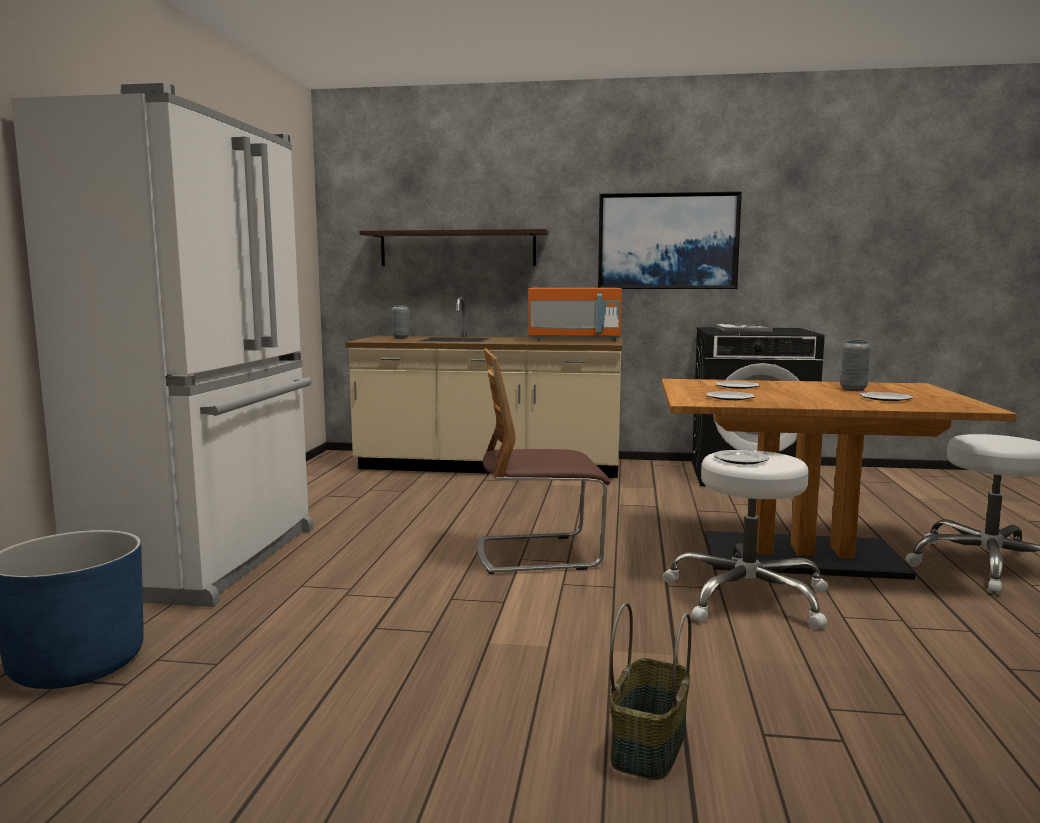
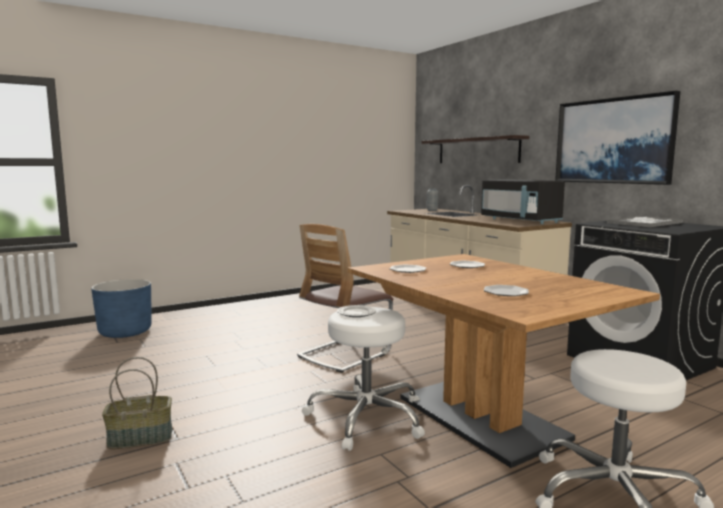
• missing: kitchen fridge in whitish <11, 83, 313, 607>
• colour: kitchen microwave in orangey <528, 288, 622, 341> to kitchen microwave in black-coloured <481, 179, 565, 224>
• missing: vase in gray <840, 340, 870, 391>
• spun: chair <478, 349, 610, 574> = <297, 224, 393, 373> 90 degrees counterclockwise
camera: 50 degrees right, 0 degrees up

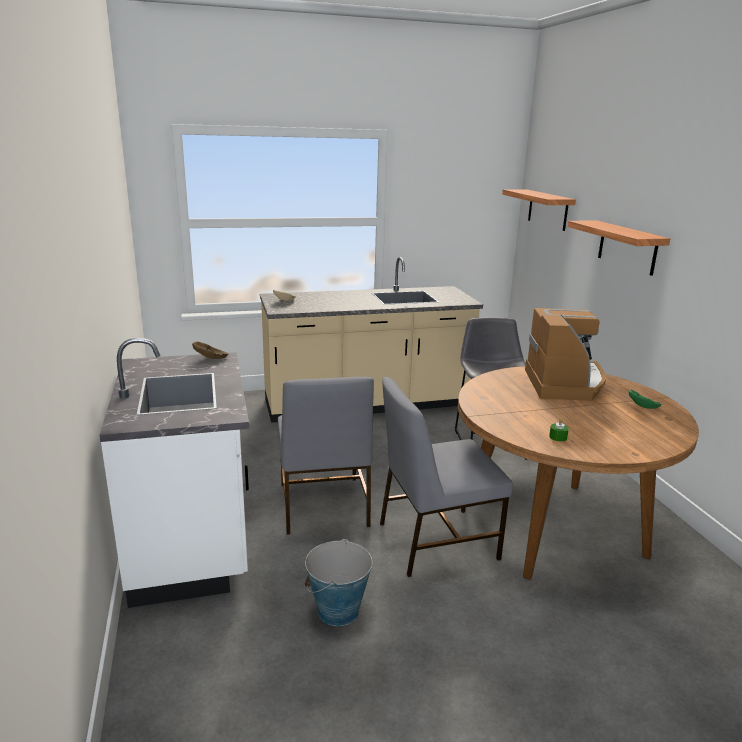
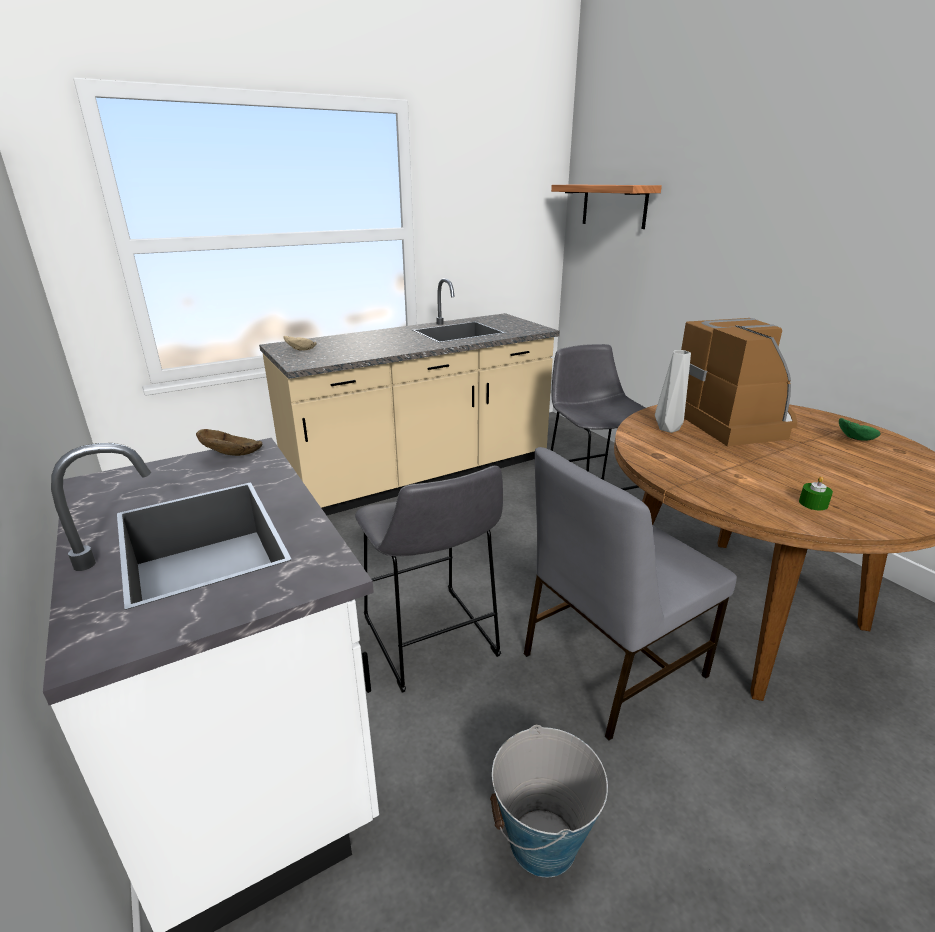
• missing: bracket shelf <568, 220, 670, 276>
• exchanged: chair in gray <278, 377, 374, 534> to stool in gray <355, 466, 503, 693>
• appeared: vase in gray <655, 350, 691, 433>
camera: 15 degrees left, 5 degrees up

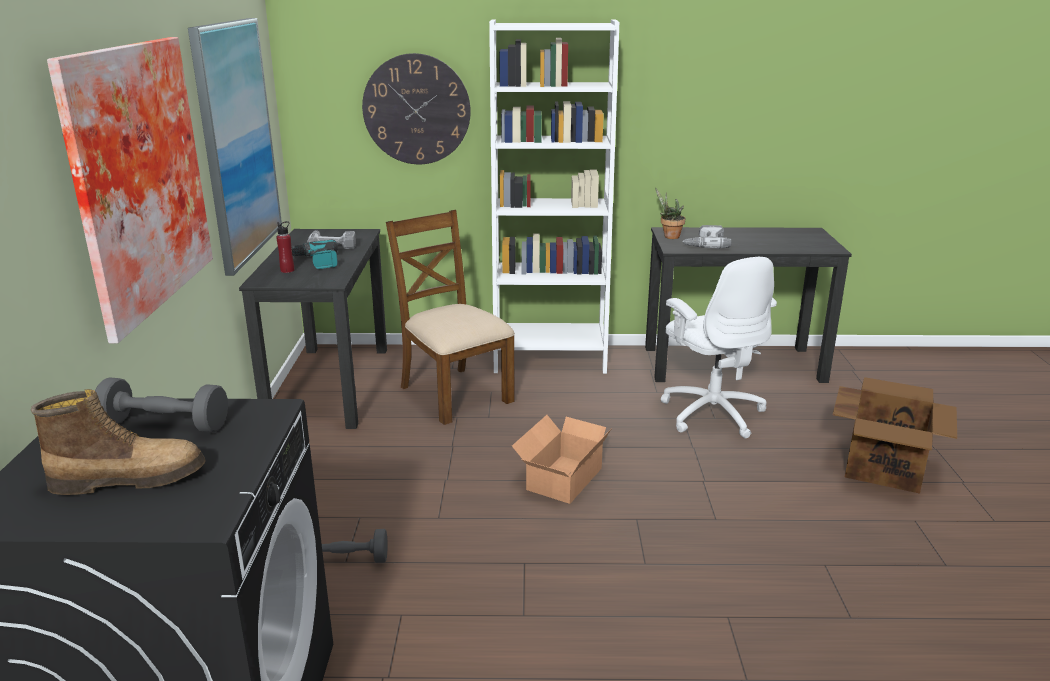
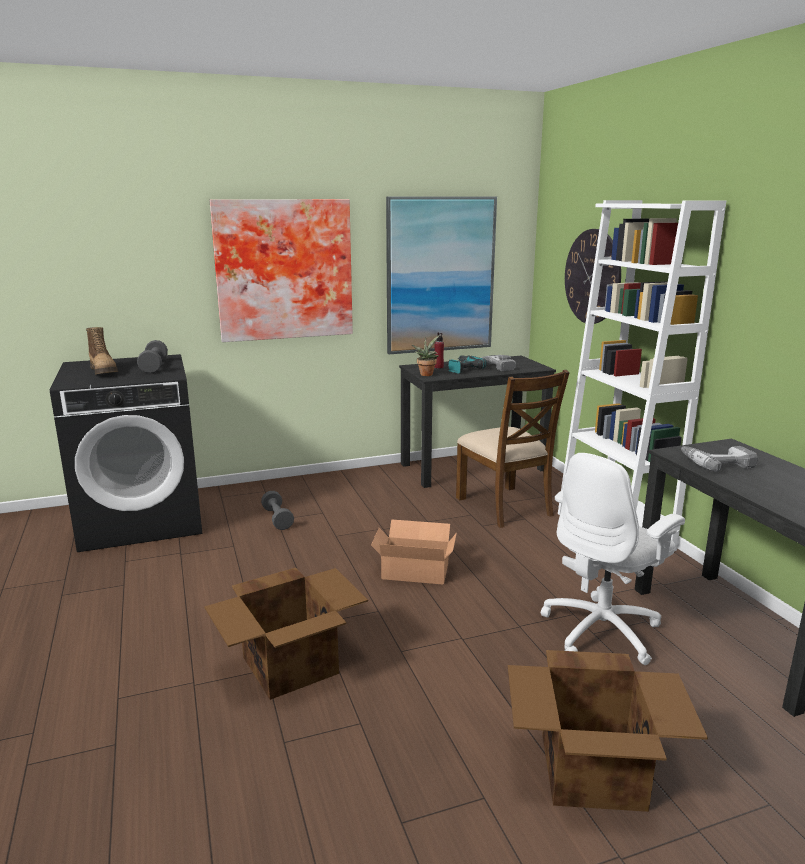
• relocated: plant in a pot <655, 188, 685, 239> to <412, 335, 440, 376>
• spun: chair in brown <386, 210, 515, 425> = <456, 370, 570, 528> 120 degrees clockwise
• appeared: packing box <204, 568, 368, 700>
camera: 70 degrees right, 5 degrees down

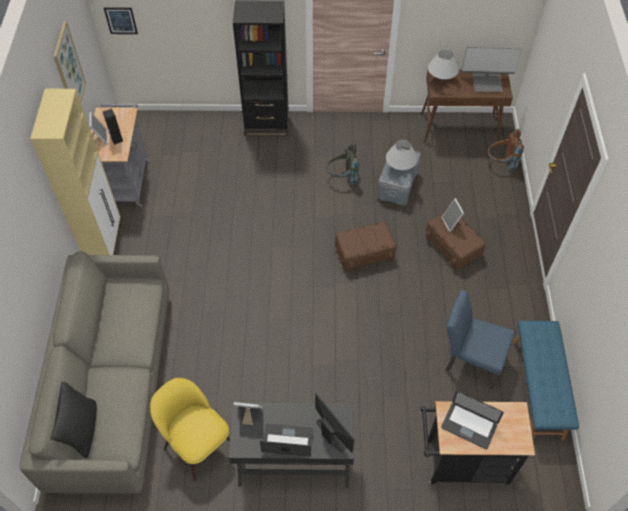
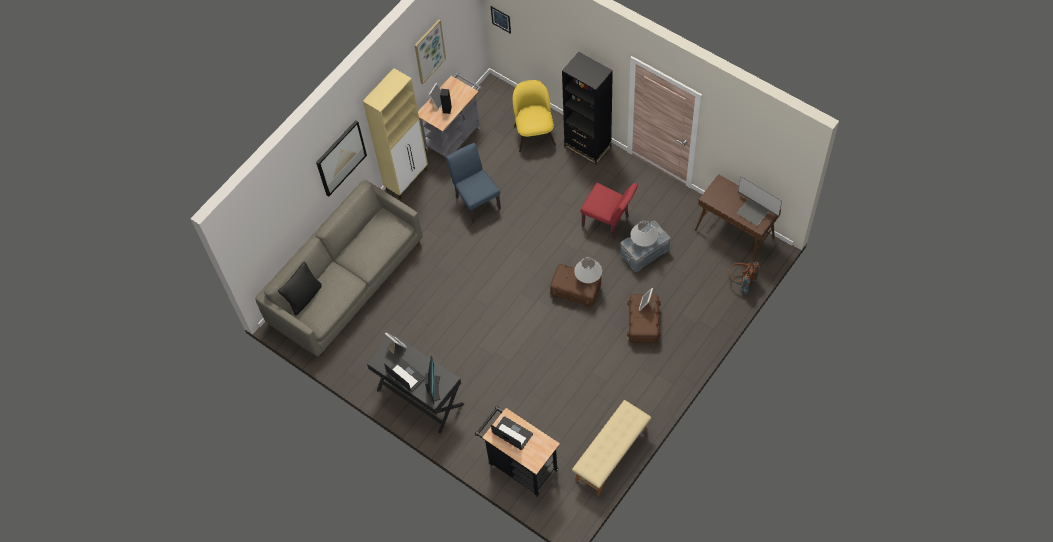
• relocated: lamp for a table in whitish <428, 49, 459, 80> to <574, 257, 602, 283>
• exchanged: knapsack in gray <326, 142, 360, 185> to chair in reddish <581, 183, 638, 240>
• relocated: chair in blue <445, 290, 515, 389> to <446, 143, 501, 223>
• colour: bench in blue <513, 321, 579, 441> to bench in sand-coloured <572, 400, 651, 496>
• relocated: chair in yellow-coloured <150, 378, 230, 482> to <513, 80, 556, 152>
• spun: portable computer <441, 391, 504, 449> = <491, 416, 533, 450> 150 degrees clockwise
• appeared: wall picture <316, 120, 367, 197>
camera: 40 degrees right, 5 degrees up

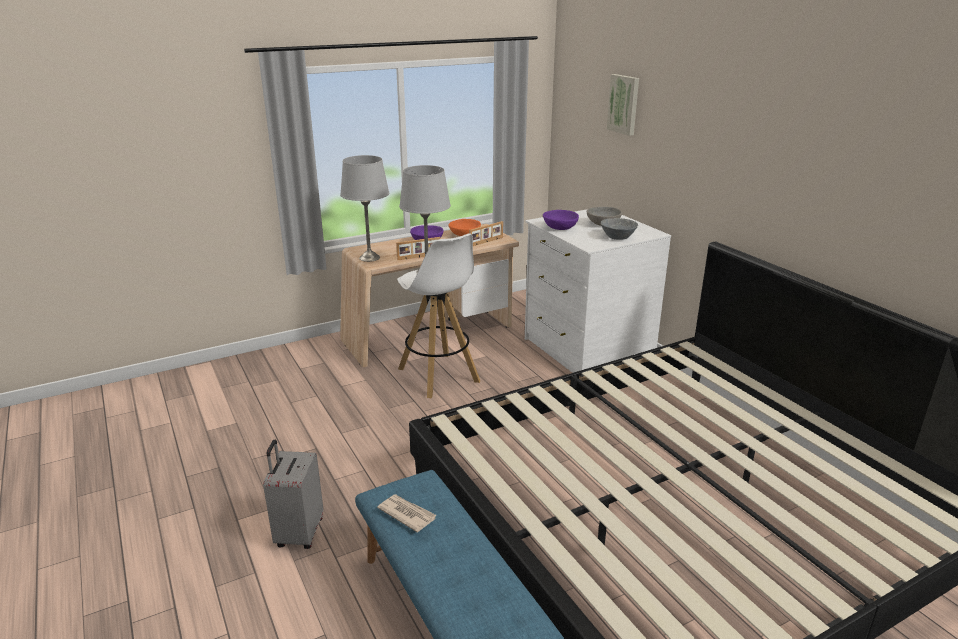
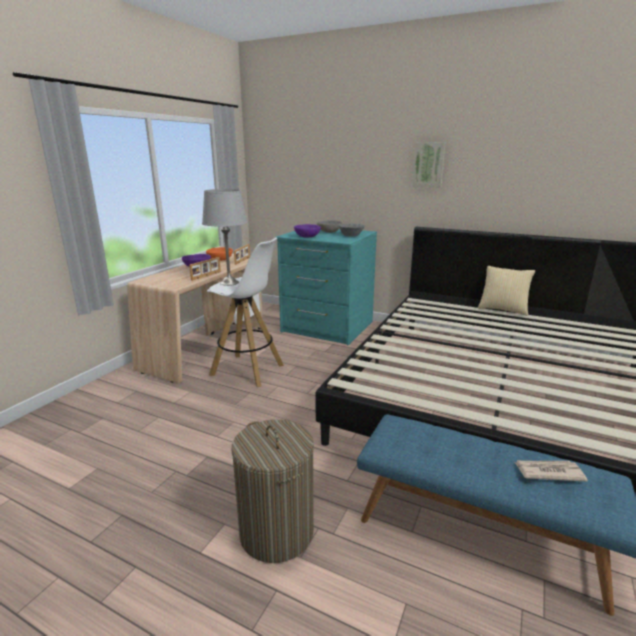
• relocated: wall picture <607, 74, 639, 136> to <412, 142, 446, 188>
• missing: lamp for a table in gray <340, 155, 389, 262>
• colour: dresser in whitish <525, 209, 671, 373> to dresser in blue-green <276, 229, 377, 345>
• exchanged: suitcase in gray <263, 440, 323, 549> to washing basket <232, 419, 314, 563>
• relocated: newspaper <377, 494, 437, 533> to <515, 460, 588, 482>
• appeared: throw pillow <478, 266, 535, 316>
camera: 35 degrees left, 5 degrees down

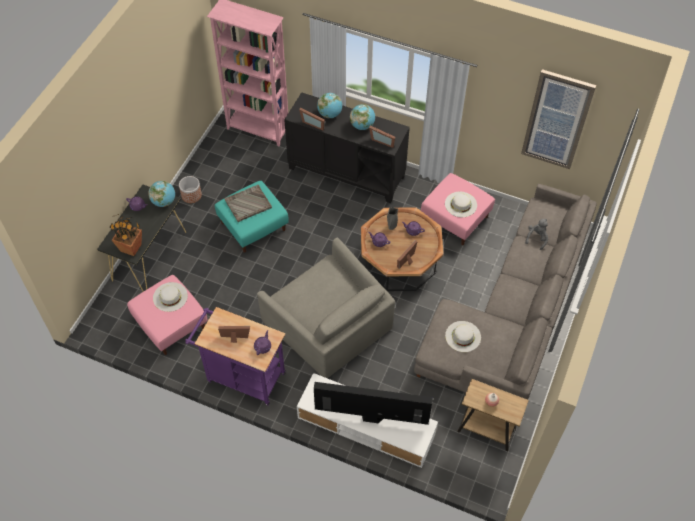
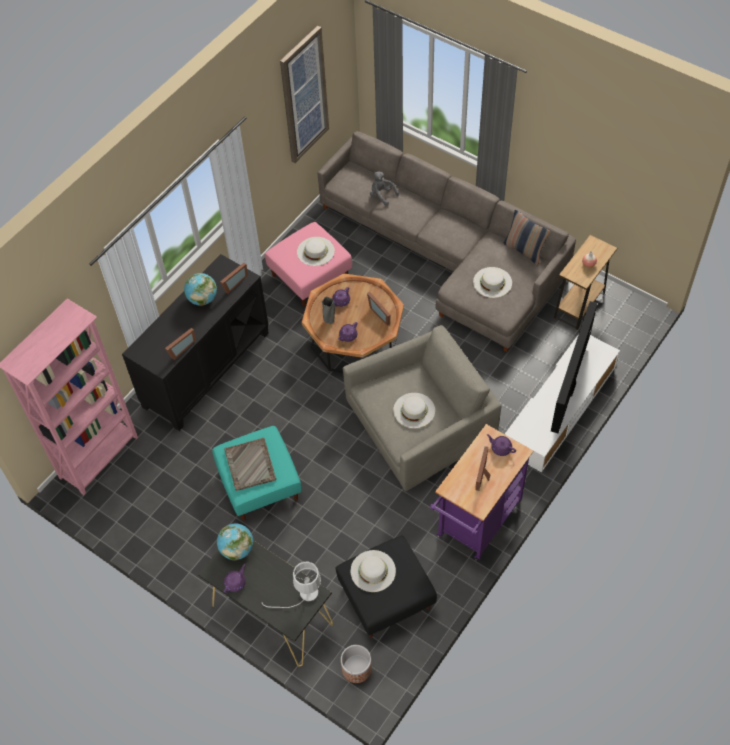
• missing: world globe <317, 93, 342, 118>
• relocated: planter <179, 176, 202, 203> to <341, 645, 372, 683>
• exchanged: plant in a pot <110, 214, 142, 256> to lamp for a table in whitish <262, 562, 321, 608>
• colour: pouffe in pinkish <127, 275, 207, 355> to pouffe in black-coloured <336, 536, 437, 638>
• appeared: throw pillow <504, 210, 550, 265>
• appeared: clothing hat in whitish <393, 393, 435, 428>
camera: 75 degrees left, 0 degrees up

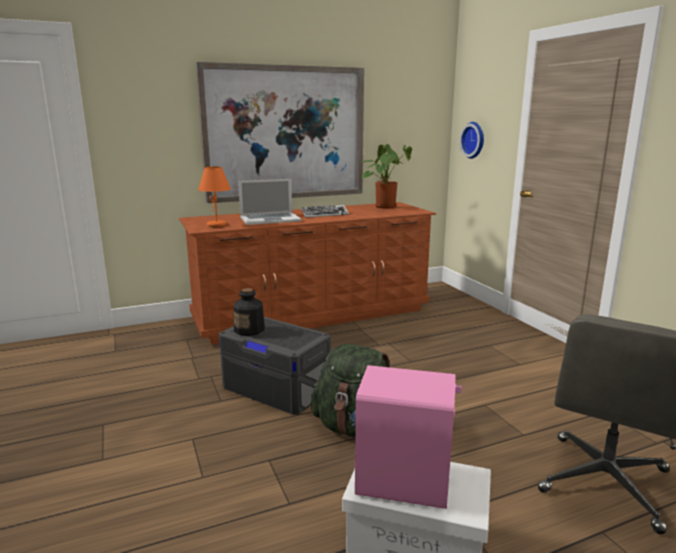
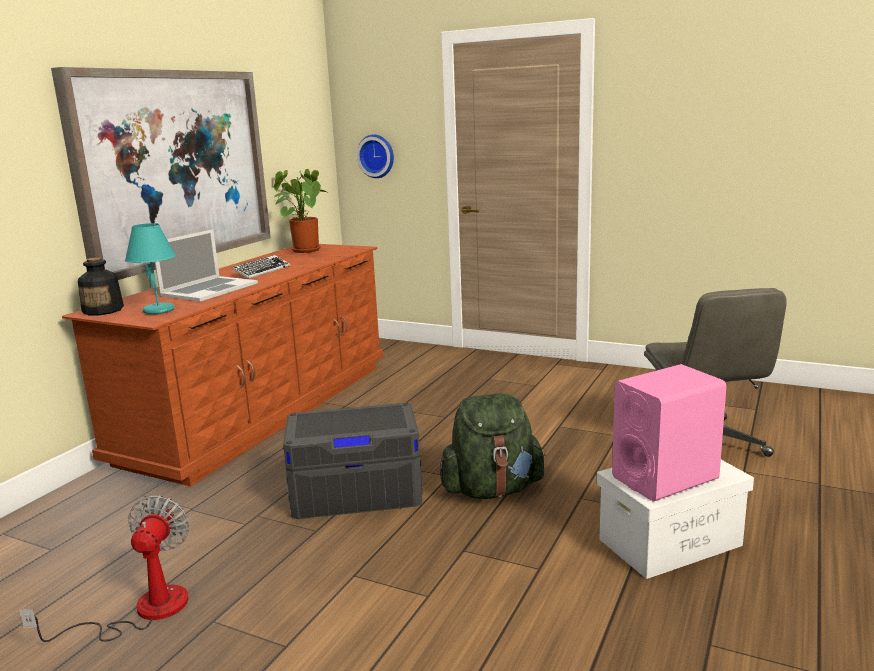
• colour: lamp for a table in orangey <198, 166, 231, 227> to lamp for a table in blue-green <125, 223, 176, 314>
• relocated: beverage bottle <234, 288, 265, 336> to <78, 257, 124, 315>
• appeared: electric fan <19, 496, 190, 642>
camera: 40 degrees left, 0 degrees up

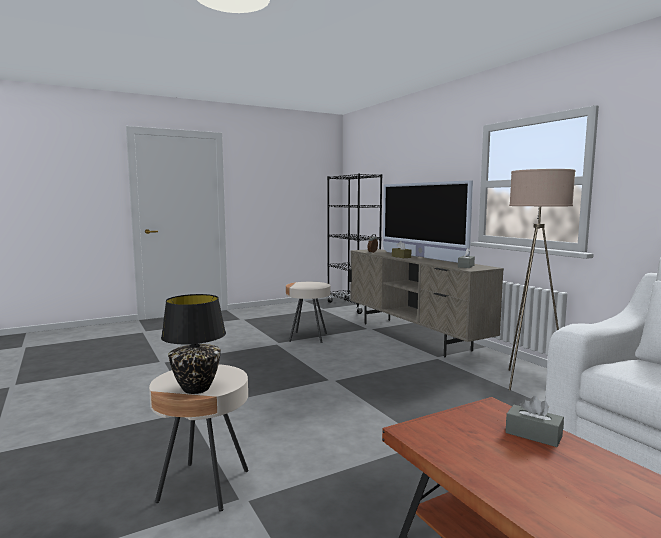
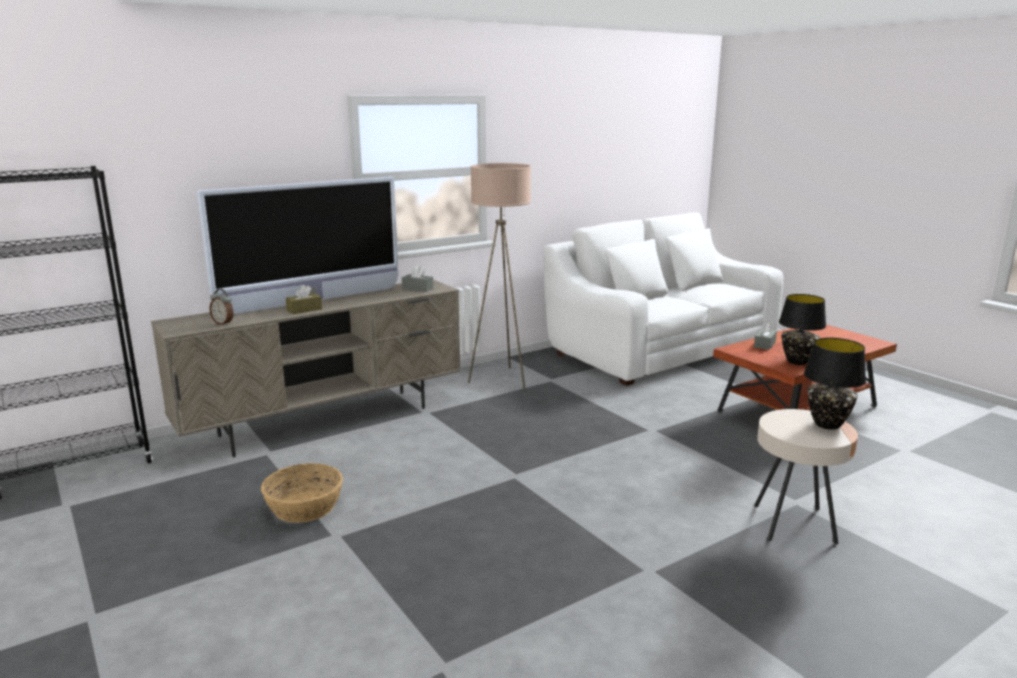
• exchanged: end table in sand-coloured <286, 282, 330, 343> to basket <261, 463, 343, 523>
• appeared: lamp for a table in black-coloured <779, 294, 826, 365>
camera: 95 degrees left, 10 degrees up

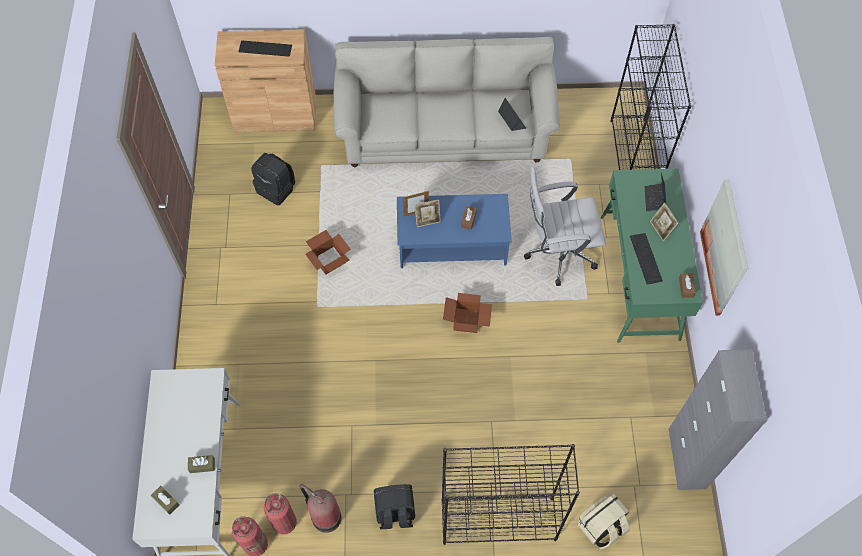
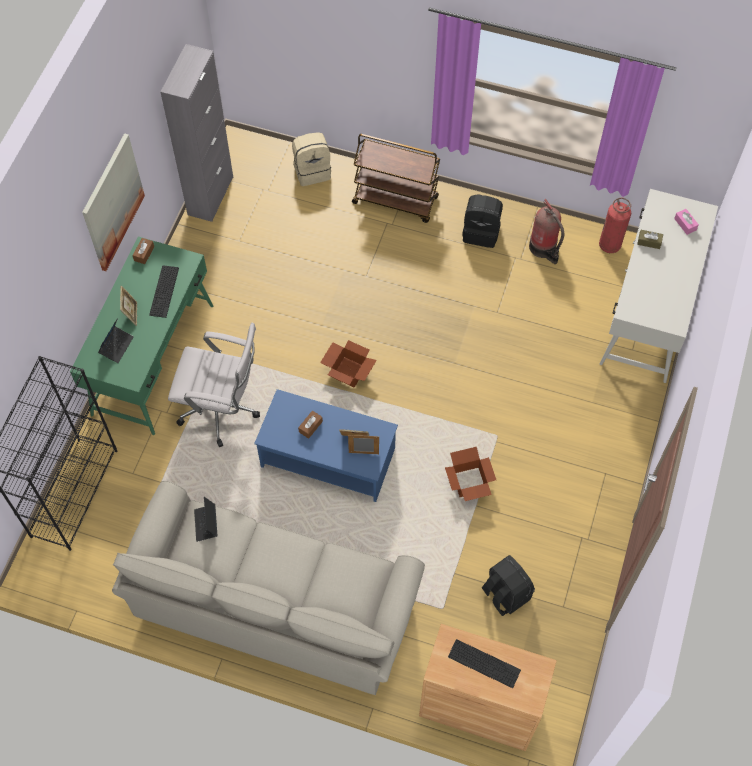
• exchanged: bookshelf in black-coloured <441, 444, 580, 545> to wheeled cart in brown <352, 134, 440, 223>
• colour: tissue box in brown <151, 486, 179, 515> to tissue box in pinkish <674, 209, 699, 235>
• missing: extinguisher <264, 493, 297, 535>
camera: 160 degrees left, 0 degrees up

